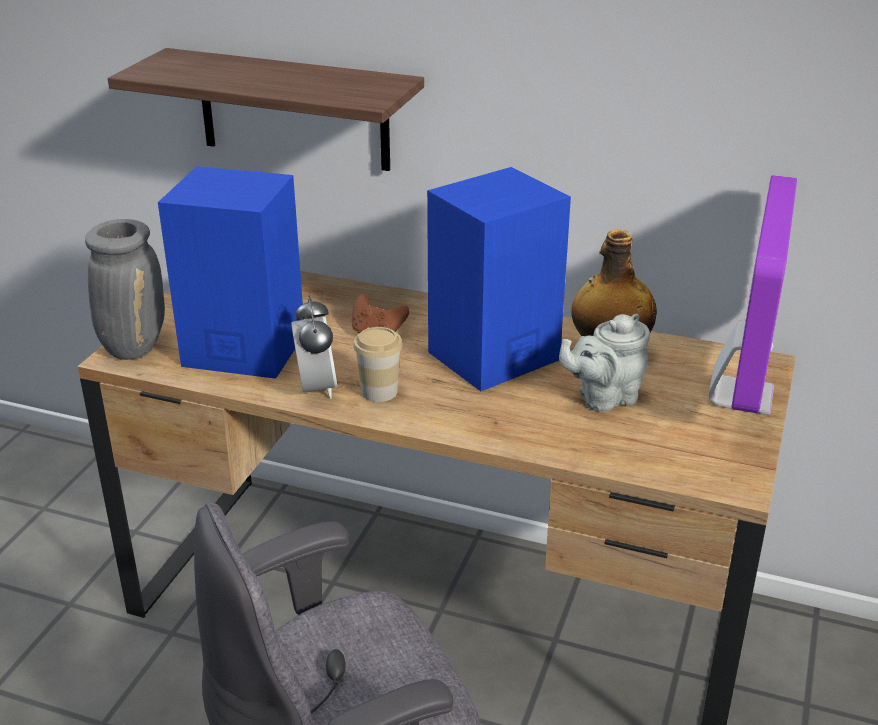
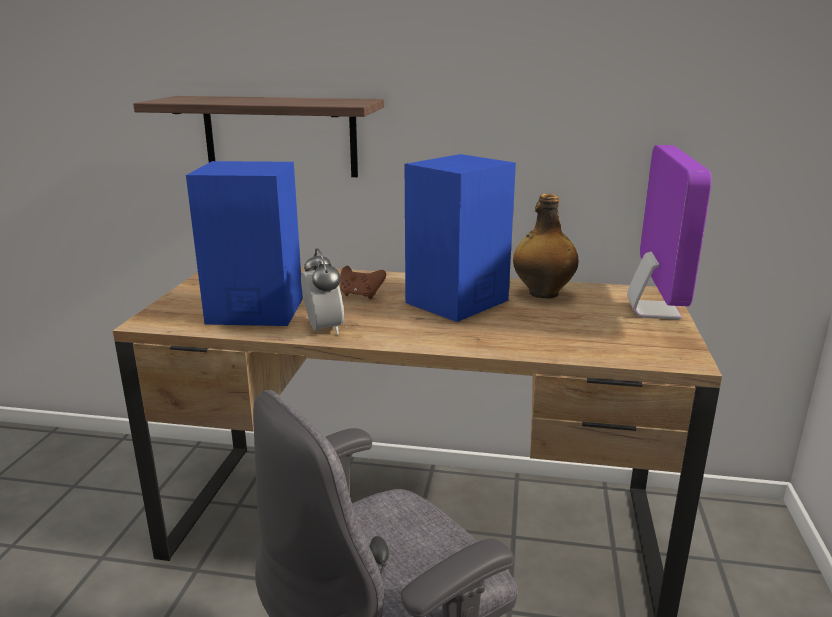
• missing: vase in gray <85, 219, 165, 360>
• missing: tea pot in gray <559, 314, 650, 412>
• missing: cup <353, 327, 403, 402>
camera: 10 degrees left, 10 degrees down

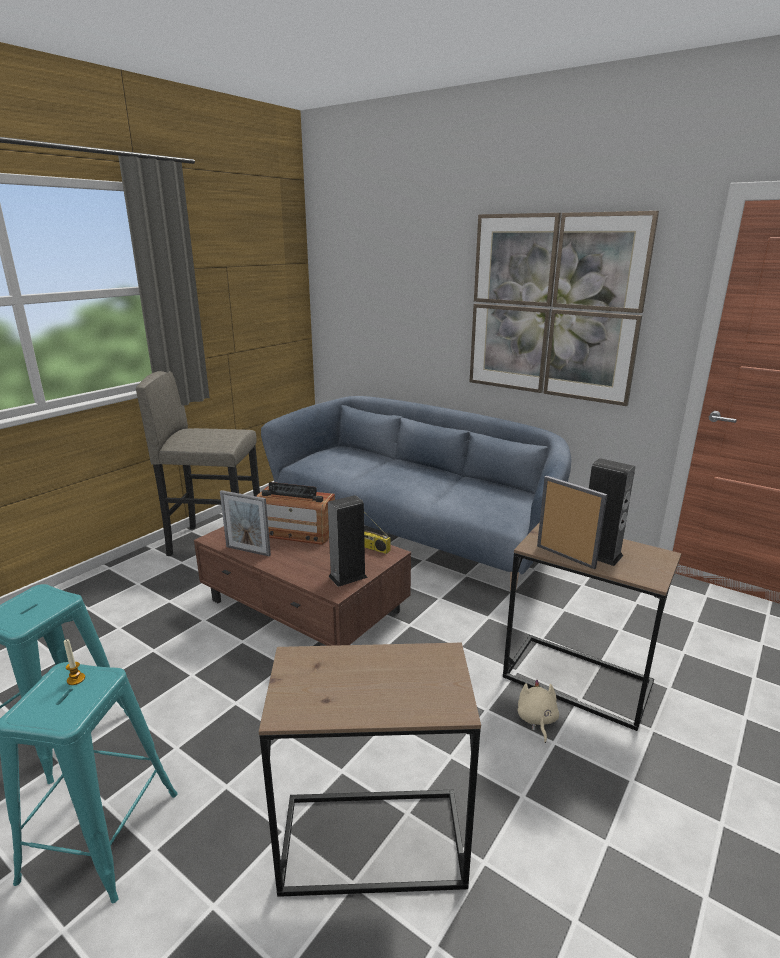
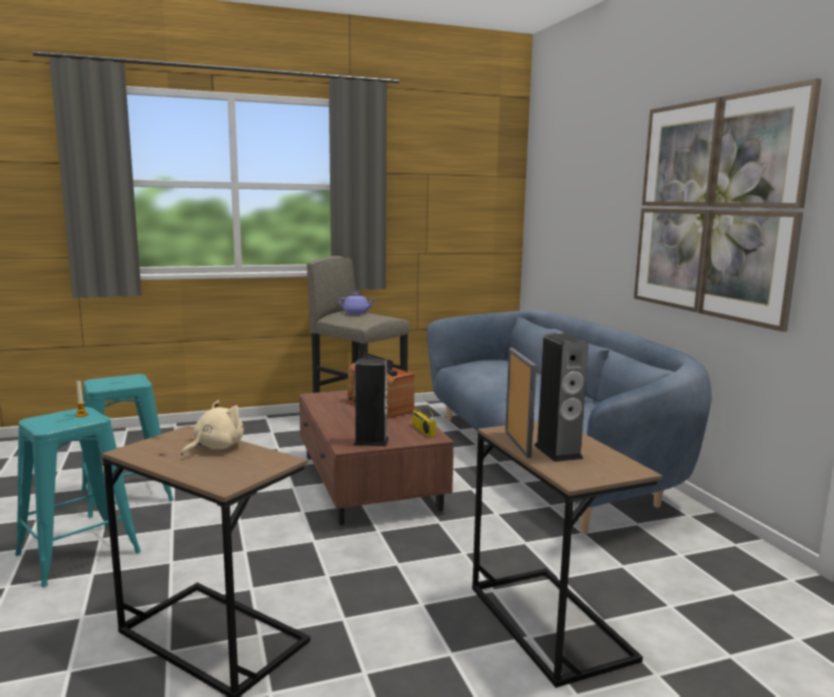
• missing: picture frame <220, 490, 271, 556>
• relocated: cuddly toy in sand-coloured <518, 679, 559, 743> to <181, 400, 244, 456>
• appeared: tea pot in purplish <339, 293, 375, 314>
camera: 35 degrees right, 10 degrees down

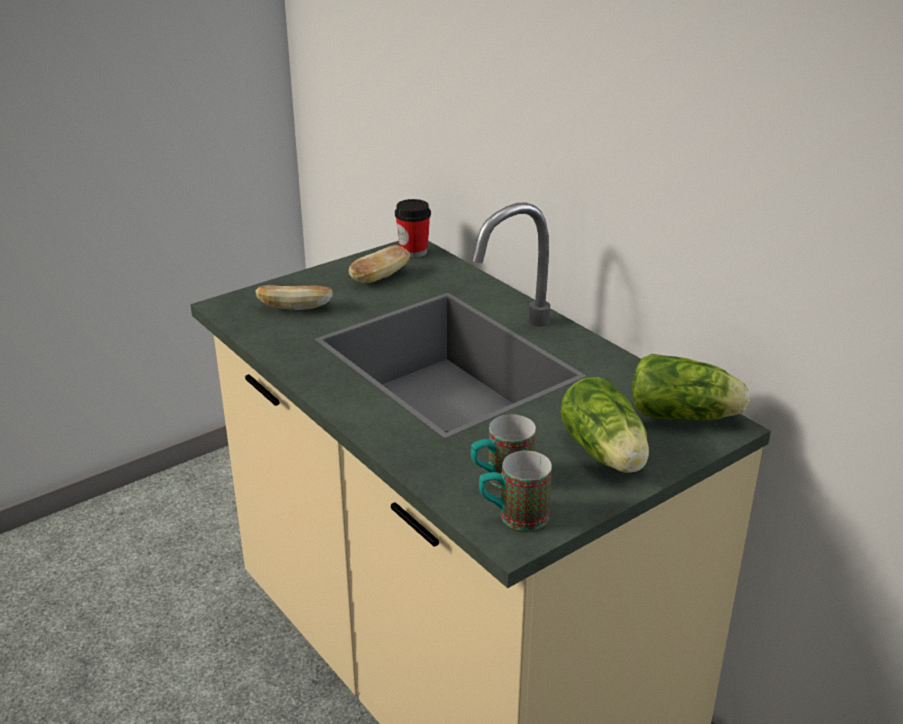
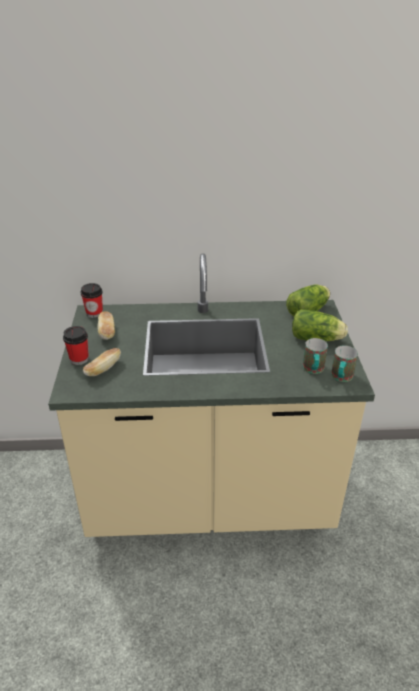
• appeared: cup <63, 326, 89, 365>
camera: 55 degrees left, 5 degrees up

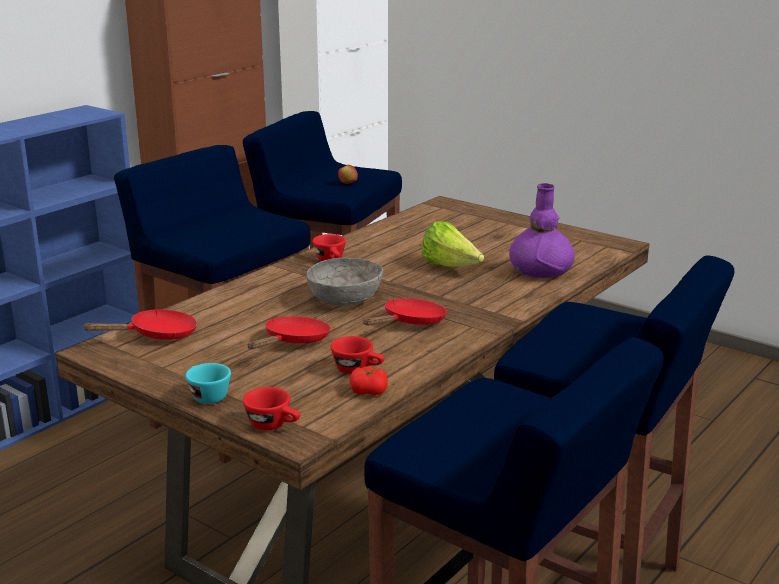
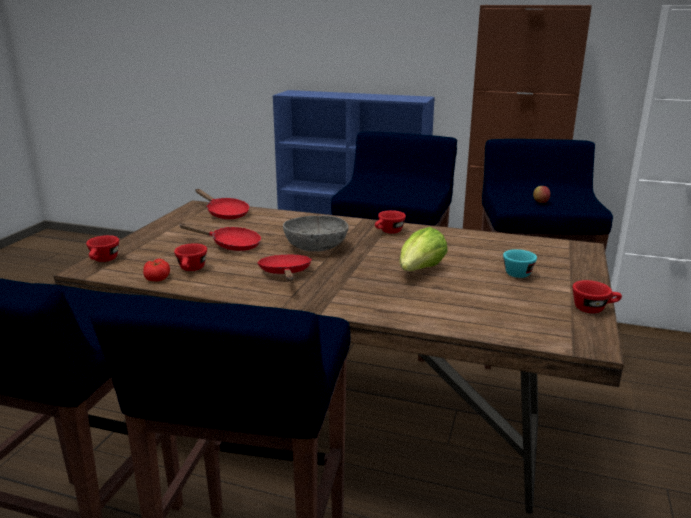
• missing: vase in purplish <509, 183, 575, 278>
• spun: skillet in reddish <363, 299, 447, 325> = <257, 254, 312, 281> 120 degrees counterclockwise
• relocated: cup in blue-green <185, 363, 231, 404> to <503, 249, 537, 278>
• appeared: cup in reddish <573, 280, 622, 313>
camera: 70 degrees right, 0 degrees up

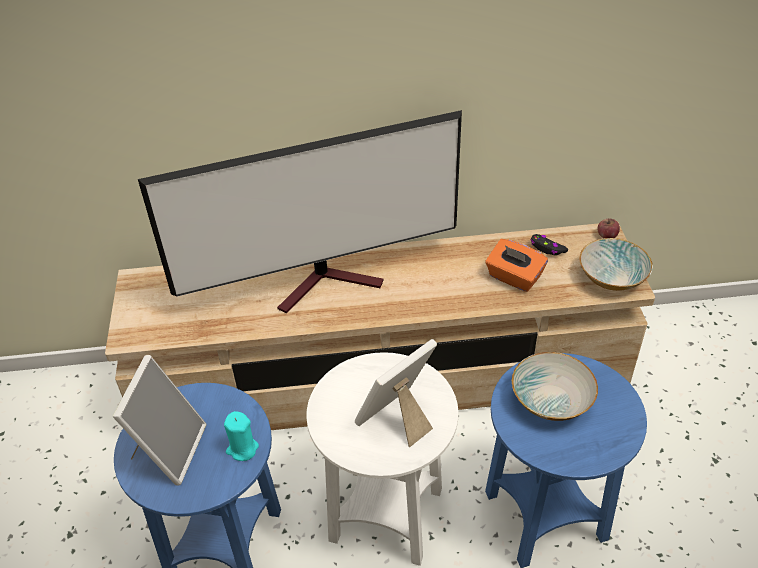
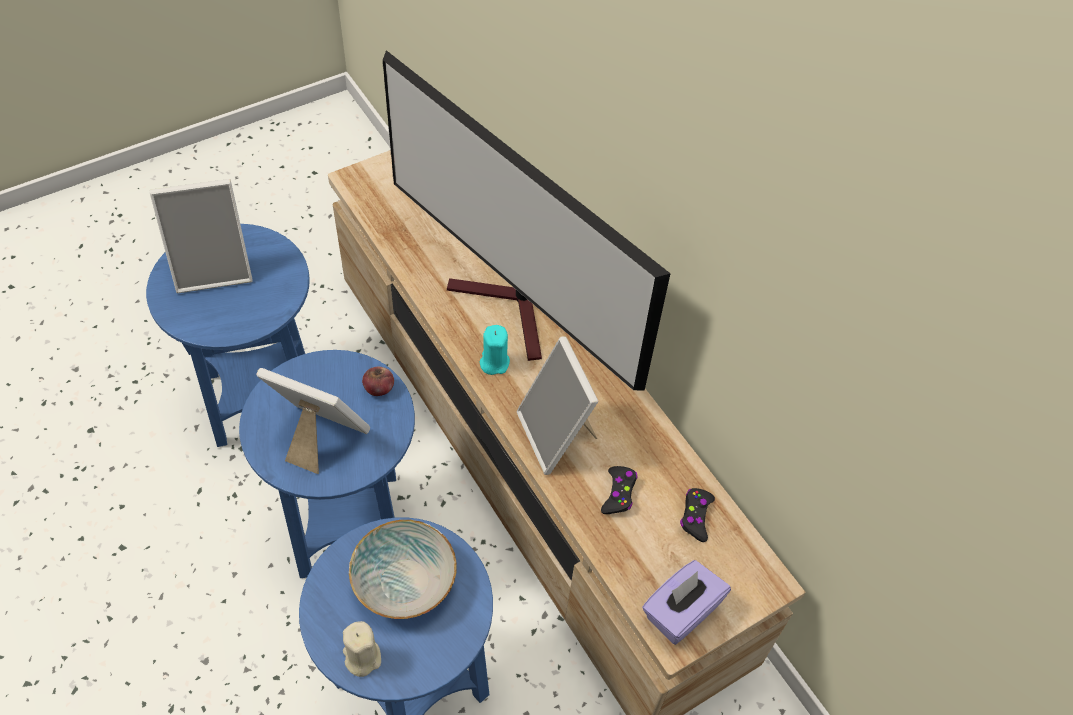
• relocated: apple fruit <597, 219, 620, 238> to <362, 367, 394, 396>
• exchanged: deep dish <580, 238, 653, 291> to tissue box in purplish <642, 560, 731, 645>
• exchanged: tissue box in orangey <485, 239, 548, 292> to game controller in black-coloured <601, 466, 637, 514>
• colour: end table in whitish <306, 352, 458, 566> to end table in blue <239, 350, 415, 578>
• relocated: wax candle in blue-green <224, 411, 259, 461> to <480, 325, 510, 375>
• appeared: picture frame <517, 336, 599, 475>
• appeared: wax candle in sand-coloured <343, 621, 381, 677>
camera: 60 degrees right, 10 degrees up

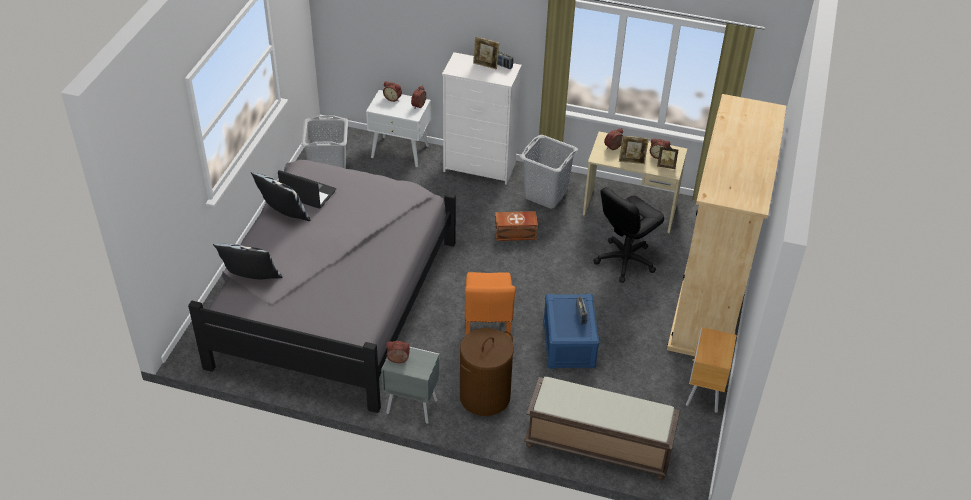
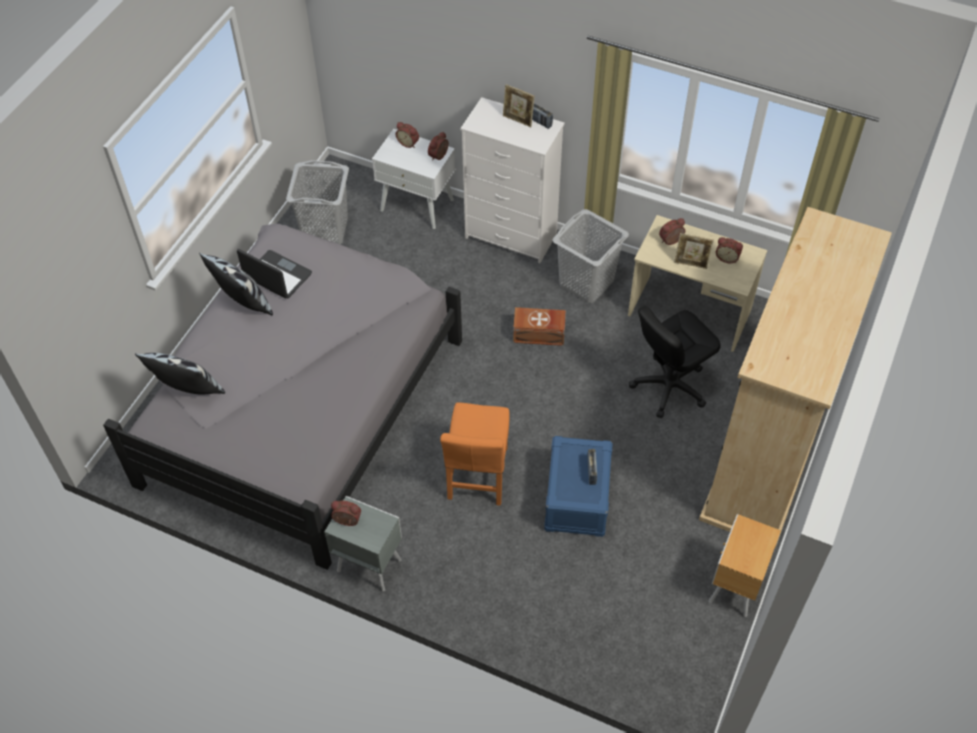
• missing: picture frame <657, 146, 679, 169>
• missing: washing basket in brown <460, 328, 514, 416>
• missing: bench in brown <524, 377, 680, 480>
camera: 10 degrees right, 10 degrees up

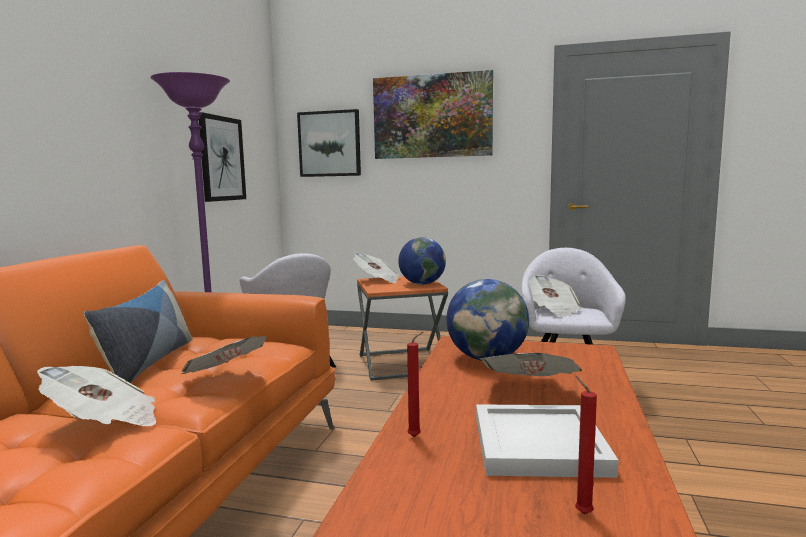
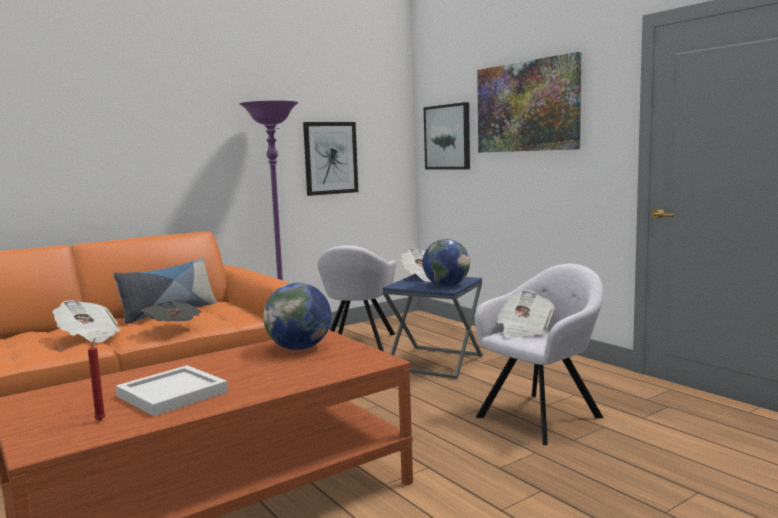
• colour: end table in orangey <357, 276, 448, 381> to end table in blue <383, 274, 483, 379>
• missing: wax candle in reddish <407, 332, 423, 437>
• missing: newspaper <478, 353, 582, 376>
camera: 40 degrees right, 0 degrees up

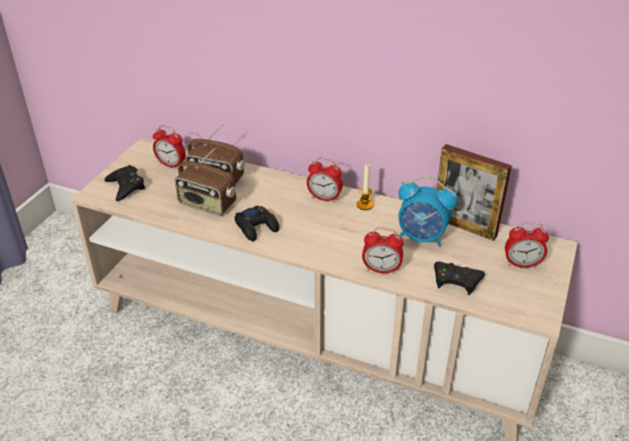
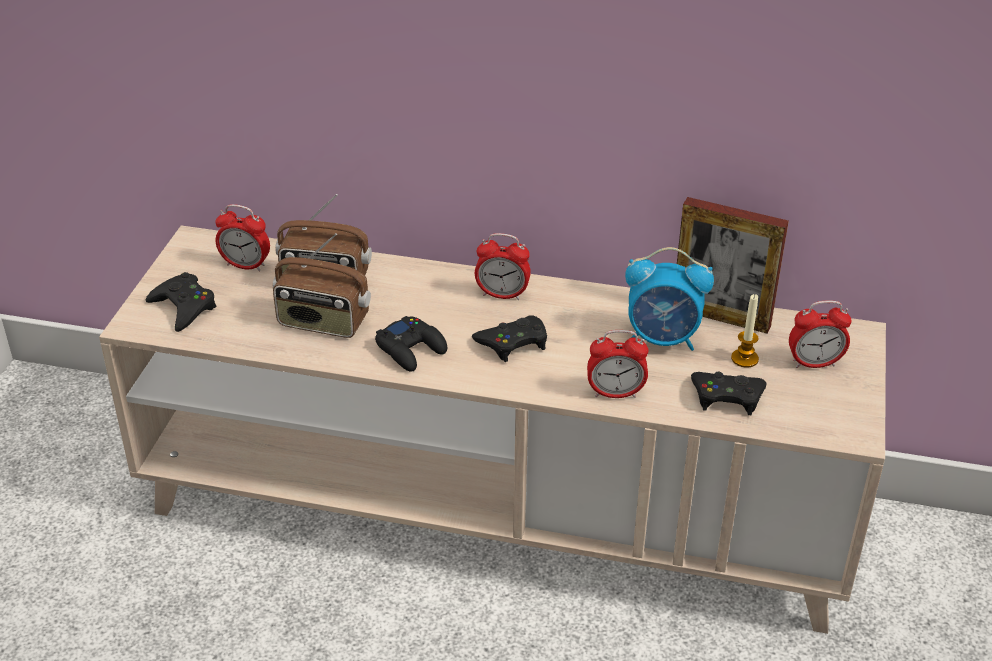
• relocated: wax candle <357, 164, 374, 210> to <731, 294, 759, 368>
• appeared: game controller in black-coloured <472, 315, 547, 362>
camera: 10 degrees left, 0 degrees up

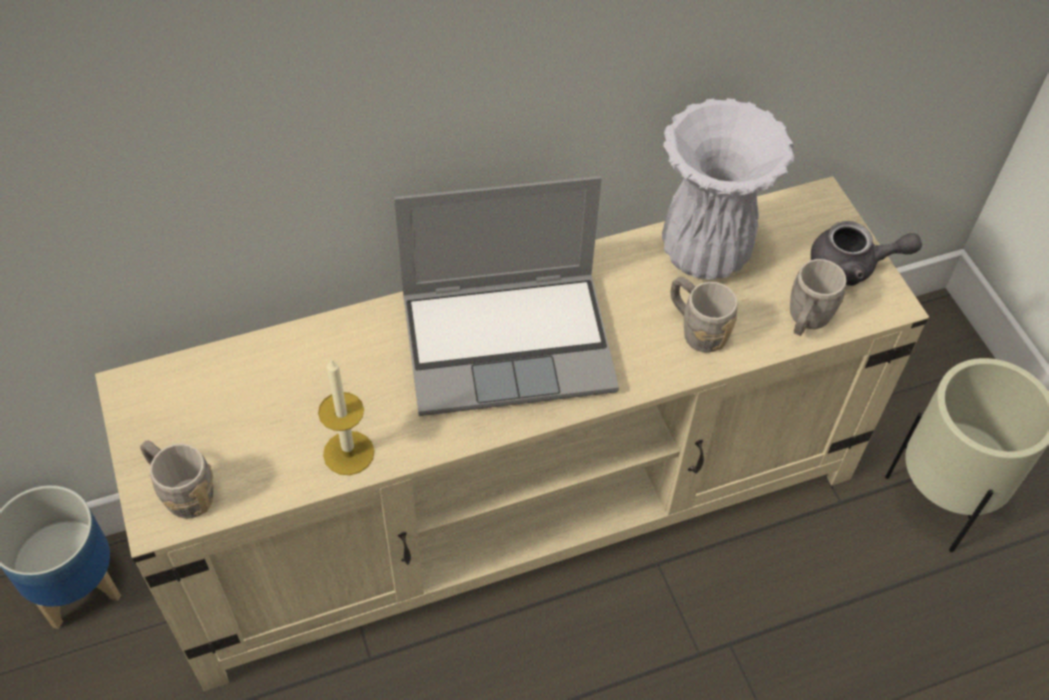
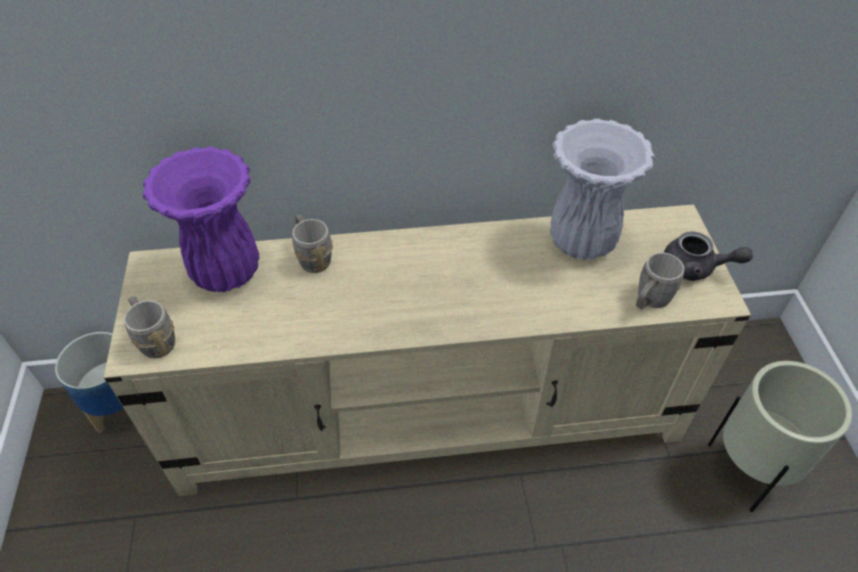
• missing: portable computer <394, 176, 619, 416>
• relocated: mug in gray <671, 277, 737, 353> to <292, 214, 333, 273>
• missing: wax candle <318, 358, 374, 475>
• appeared: vase in purplish <142, 147, 259, 292>
camera: 15 degrees right, 5 degrees down

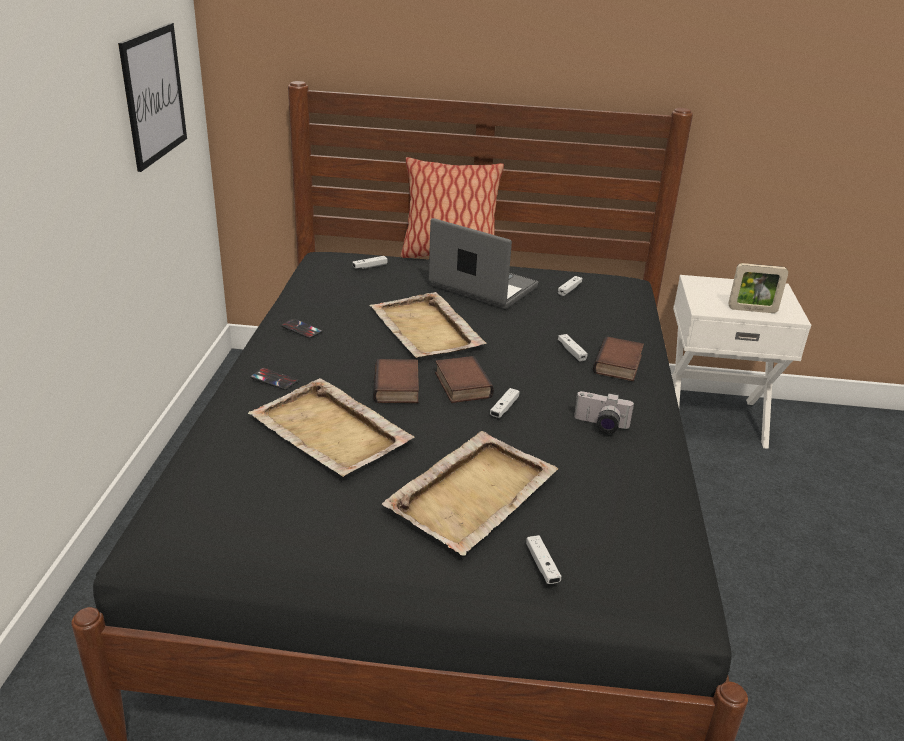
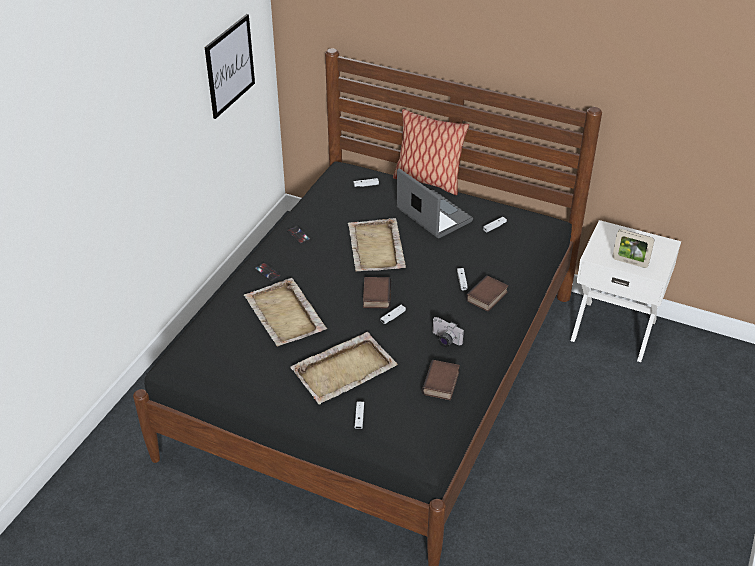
• relocated: bound book <374, 359, 419, 403> to <422, 360, 460, 400>
camera: 20 degrees right, 10 degrees up

